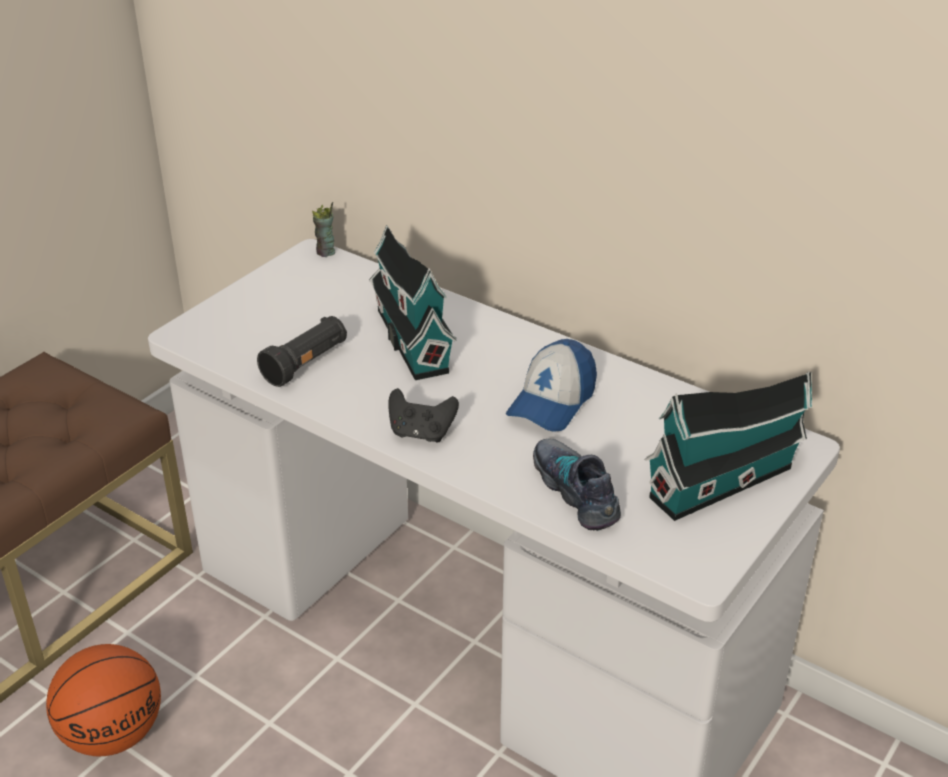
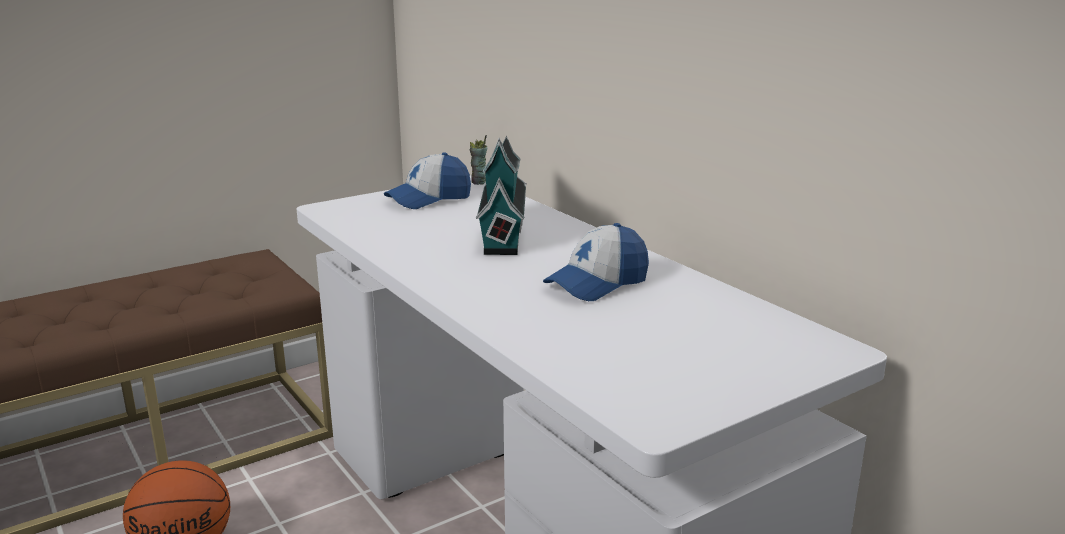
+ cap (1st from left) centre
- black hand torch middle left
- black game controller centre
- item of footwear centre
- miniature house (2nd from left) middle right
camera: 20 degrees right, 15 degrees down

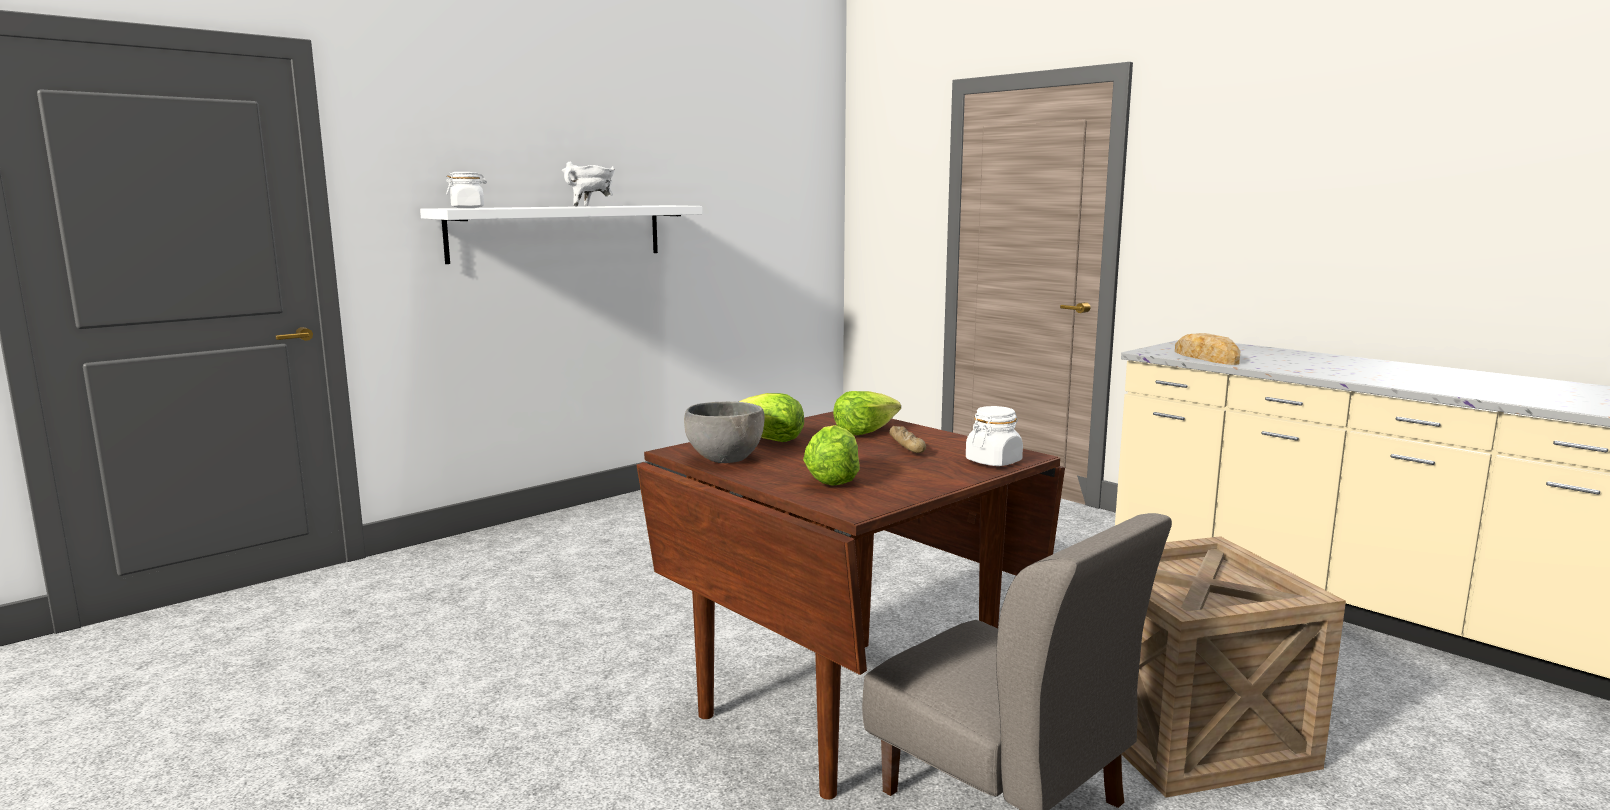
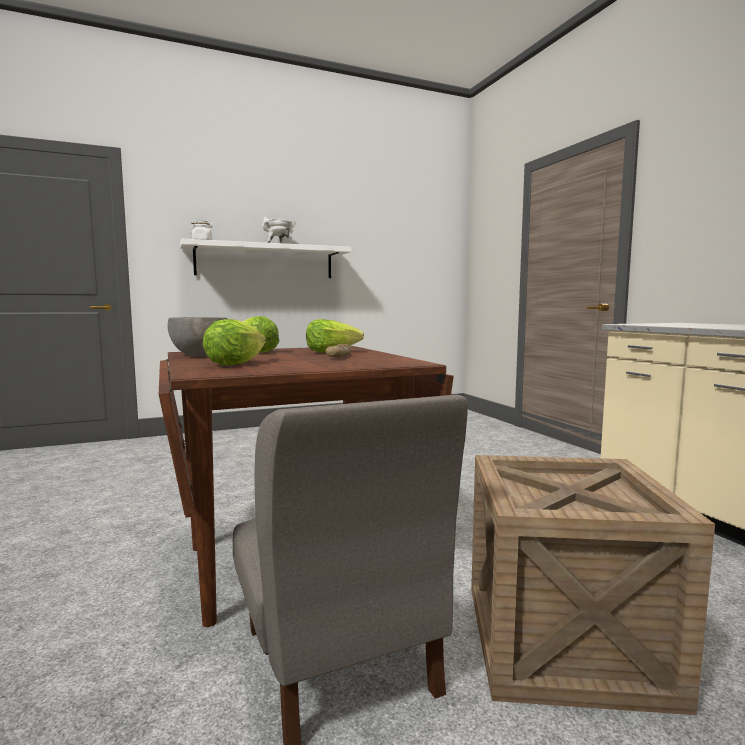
- whitish preserve jar (2nd from left) centre
- bakery bread (2nd from left) middle right
camera: 20 degrees right, 5 degrees down

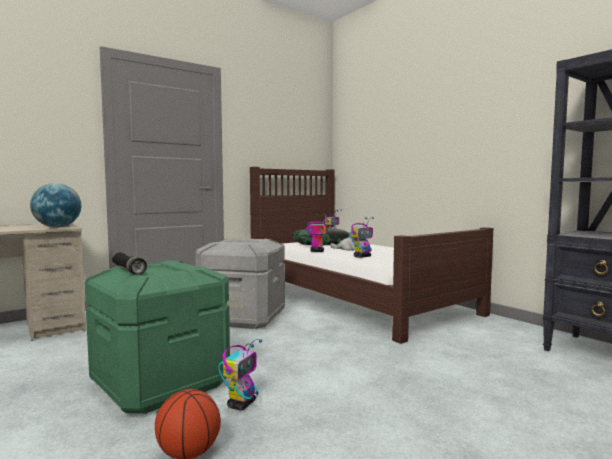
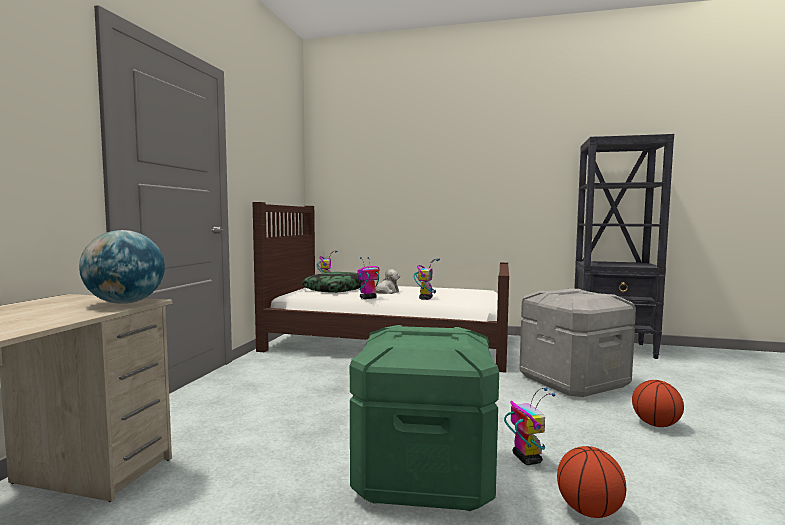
~ gray storage box centre to middle right
+ ball for basketball (2nd from left) bottom right
- black hand torch middle left
camera: 40 degrees left, 0 degrees up

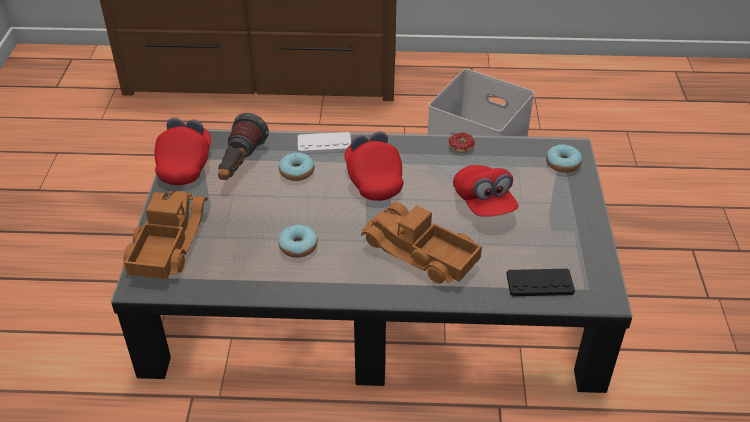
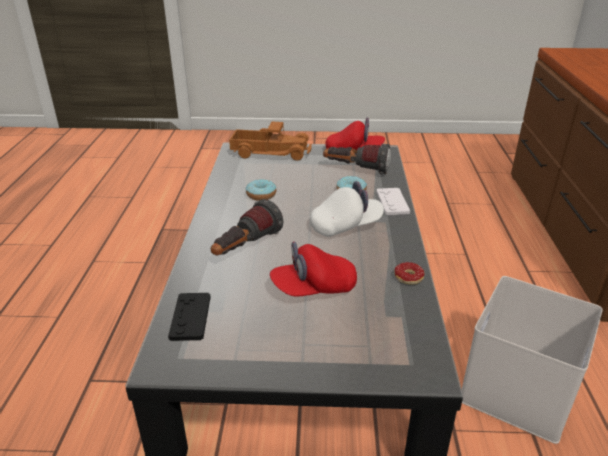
~ toy lorry (2nd from left) centre to hand torch (1st from left) centre
~ red cap (2nd from left) centre to whitish cap centre
- doughnut (4th from left) middle right
camera: 90 degrees right, 10 degrees down

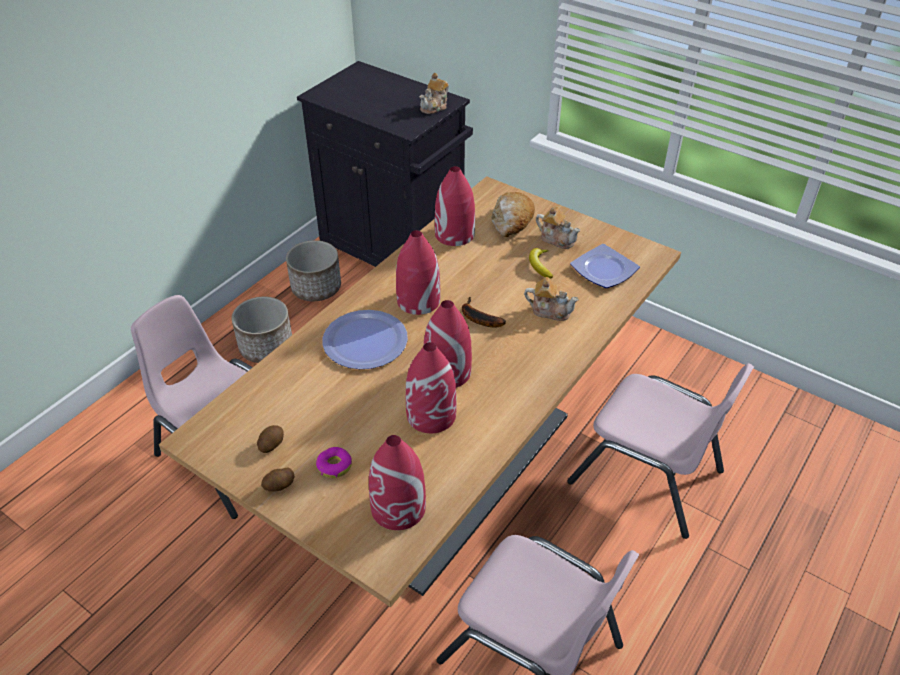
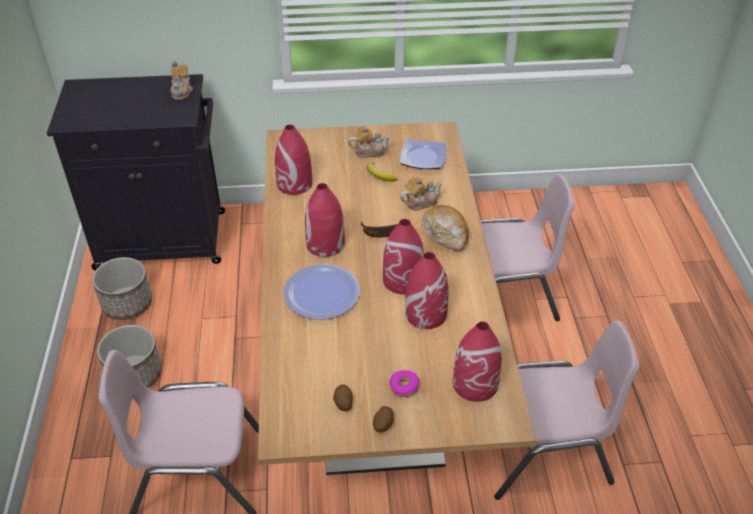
~ bakery bread top centre to centre
camera: 40 degrees left, 0 degrees up

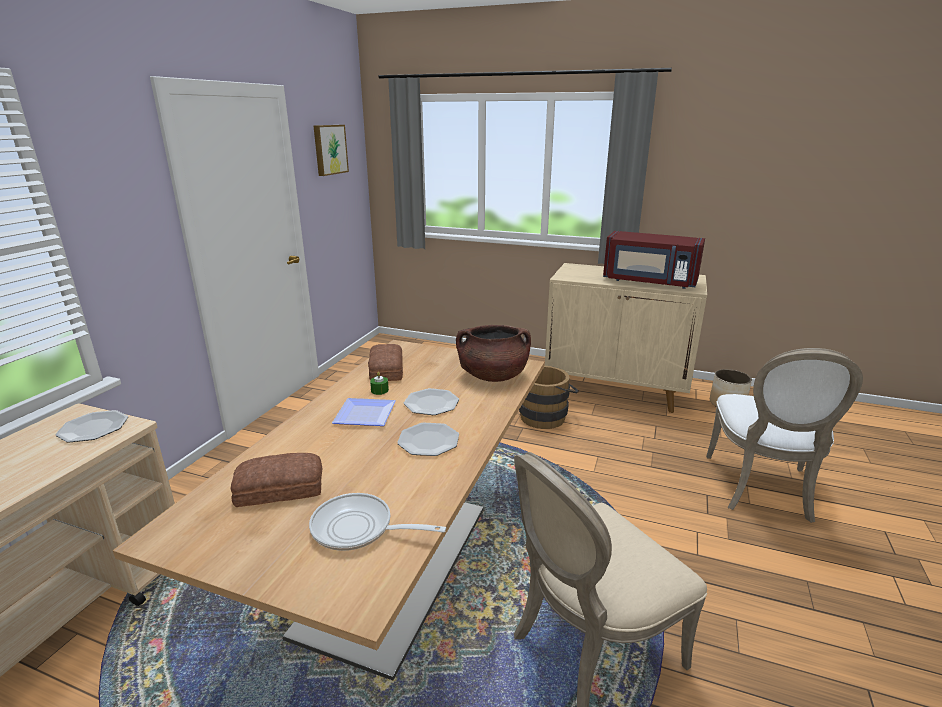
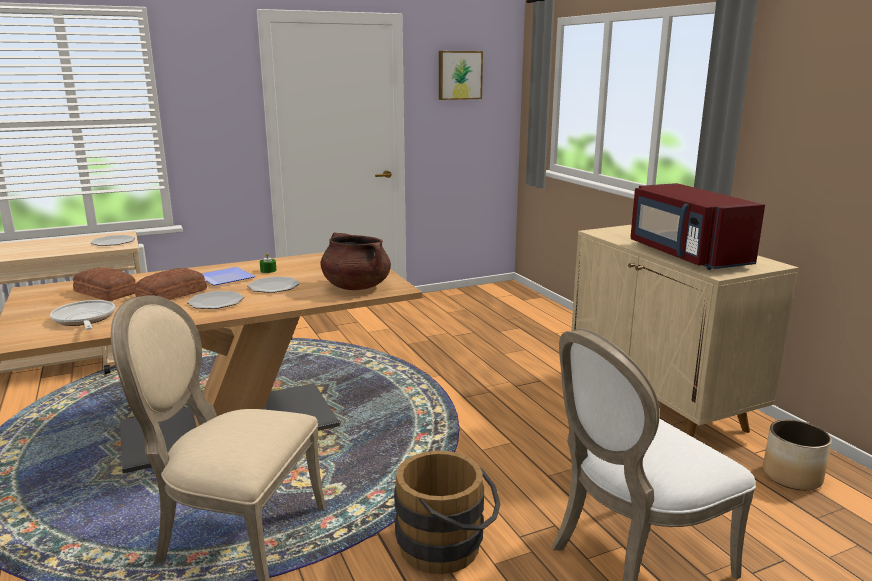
~ bakery bread (2nd from left) centre to middle left
~ brown pail centre to bottom centre
camera: 45 degrees right, 5 degrees down

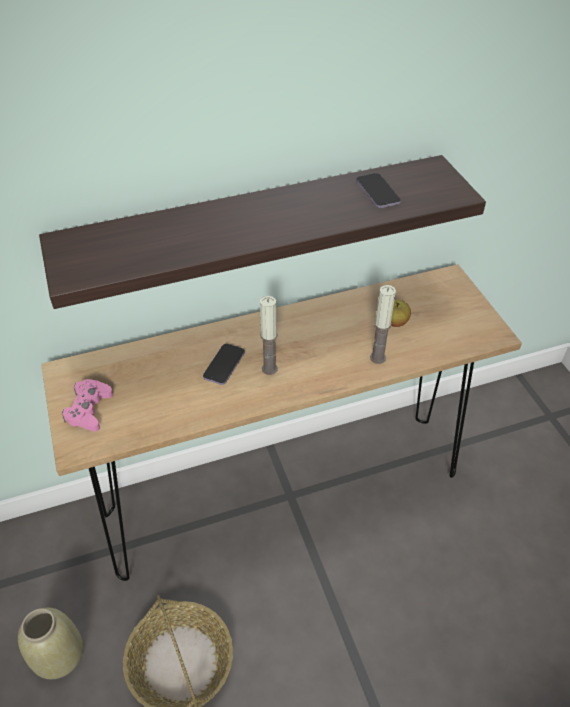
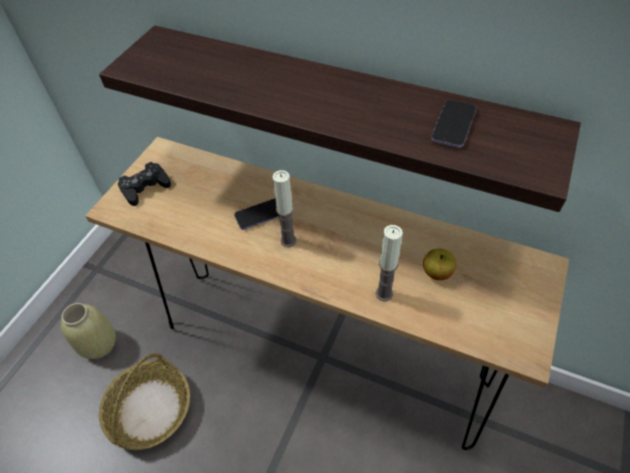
~ pinkish game controller middle left to black game controller middle left
camera: 45 degrees right, 5 degrees up

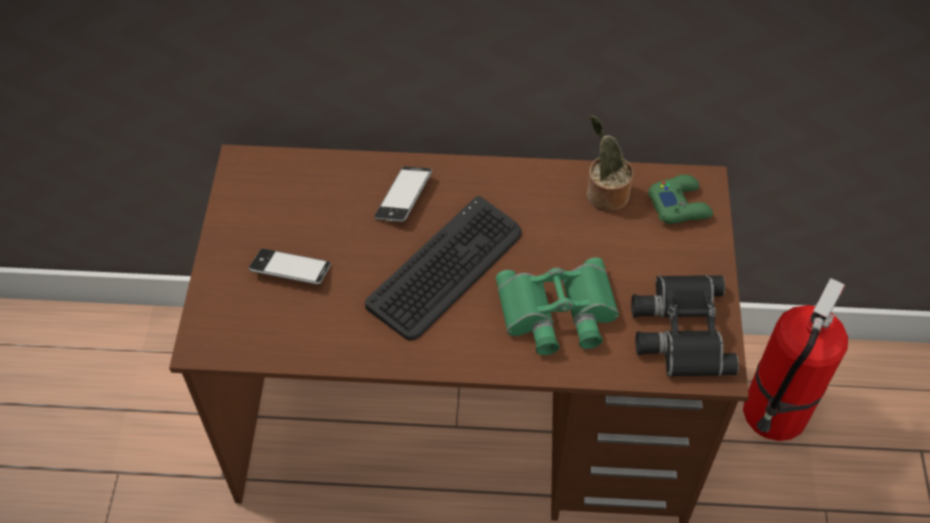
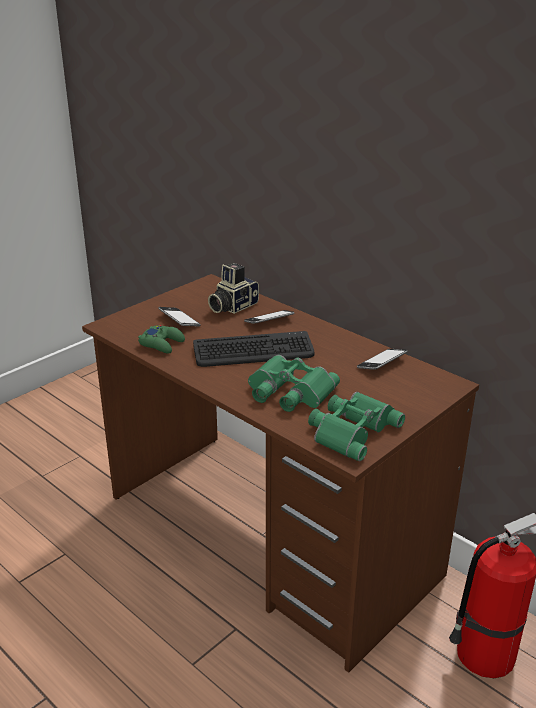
~ green-coloured game controller middle right to middle left
+ photo camera centre
~ black field glasses middle right to green-coloured field glasses (2nd from left) centre
~ potted plant top centre to telephone (3rd from left) middle right
camera: 40 degrees right, 25 degrees down

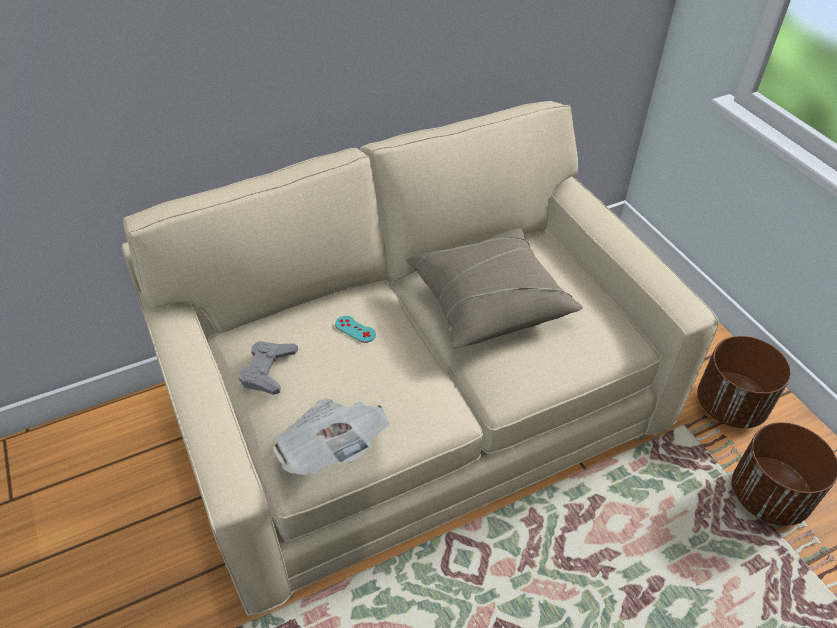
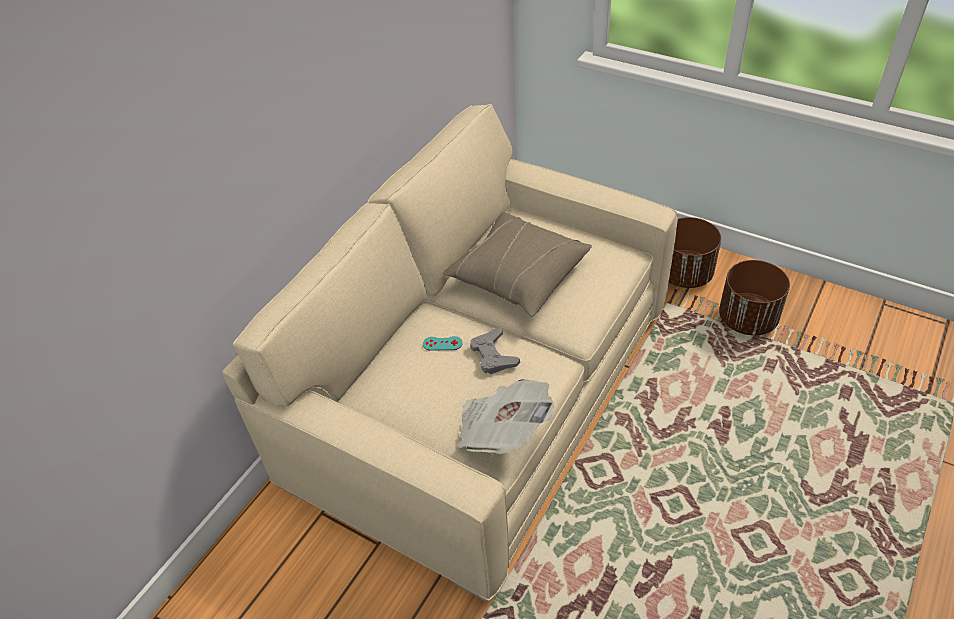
~ gray game controller middle left to centre
camera: 30 degrees left, 0 degrees up

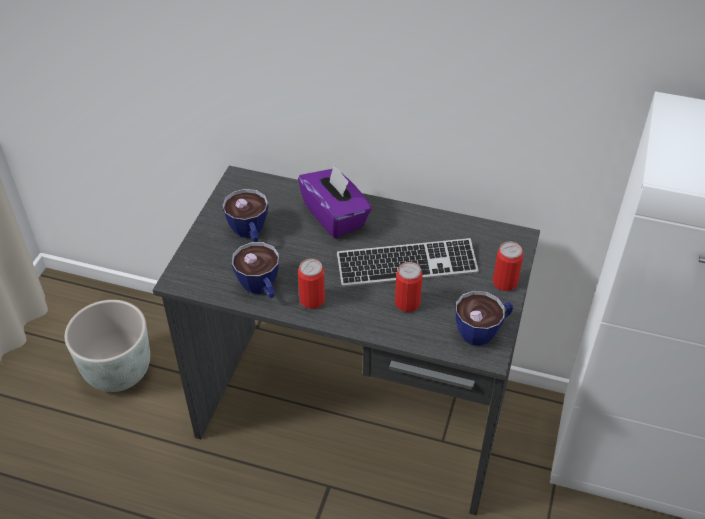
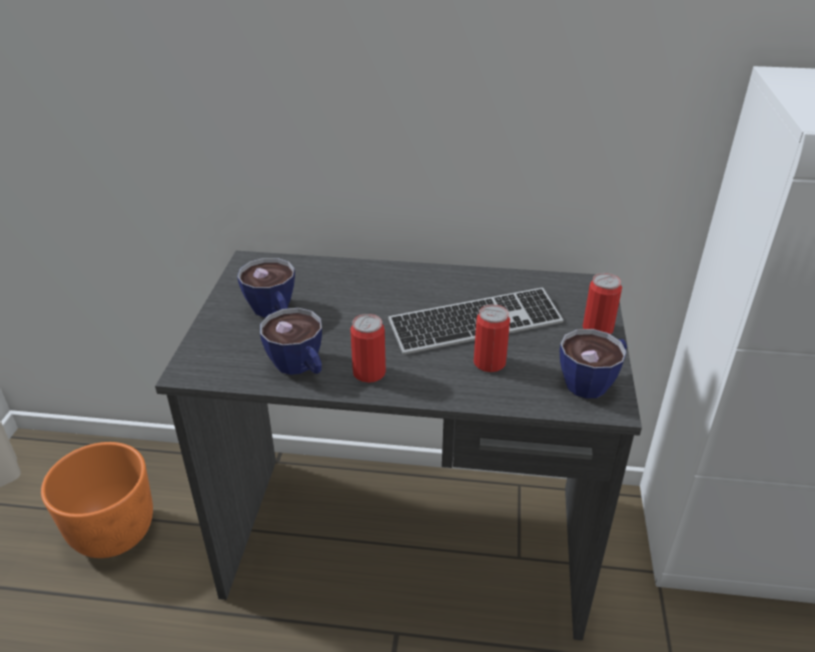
~ gray flower pot bottom left to orange-coloured flower pot bottom left
- purple tissue box centre
camera: 10 degrees left, 10 degrees down

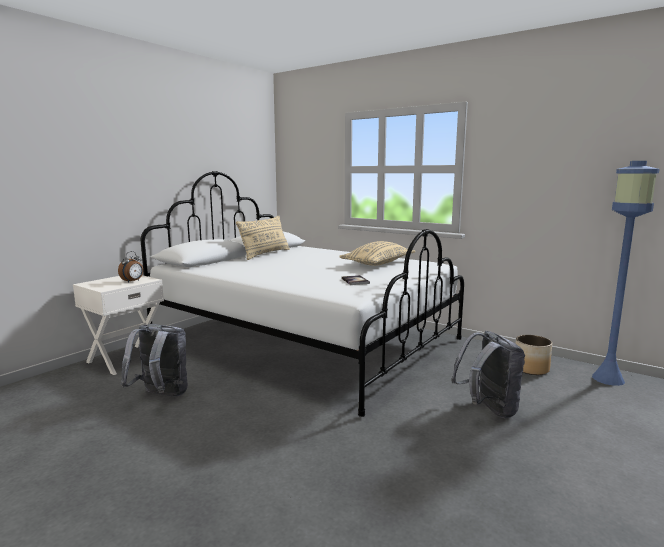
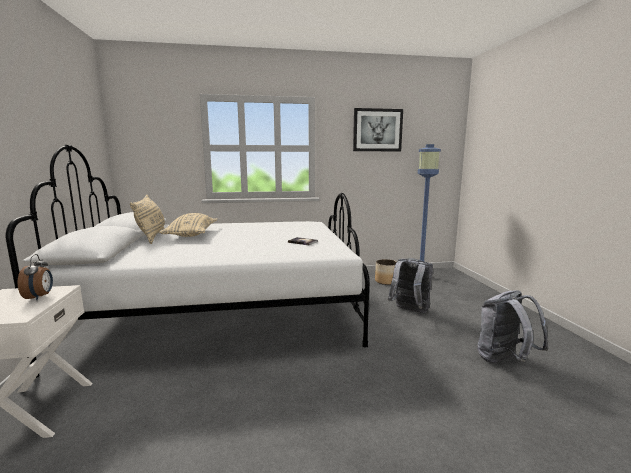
~ sand-coloured throw pillow (2nd from left) centre to middle left
+ wall picture top centre
~ gray backpack (1st from left in the first image) middle left to gray backpack (2nd from left) bottom right
camera: 45 degrees left, 0 degrees up

